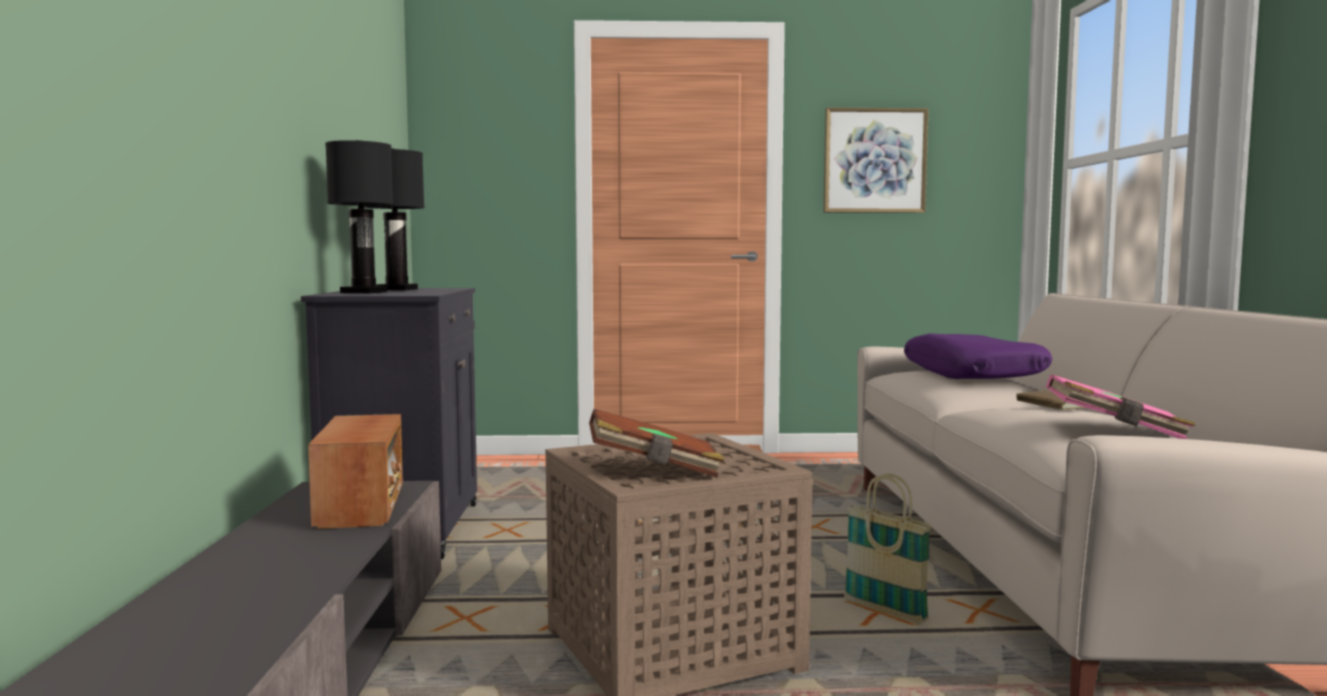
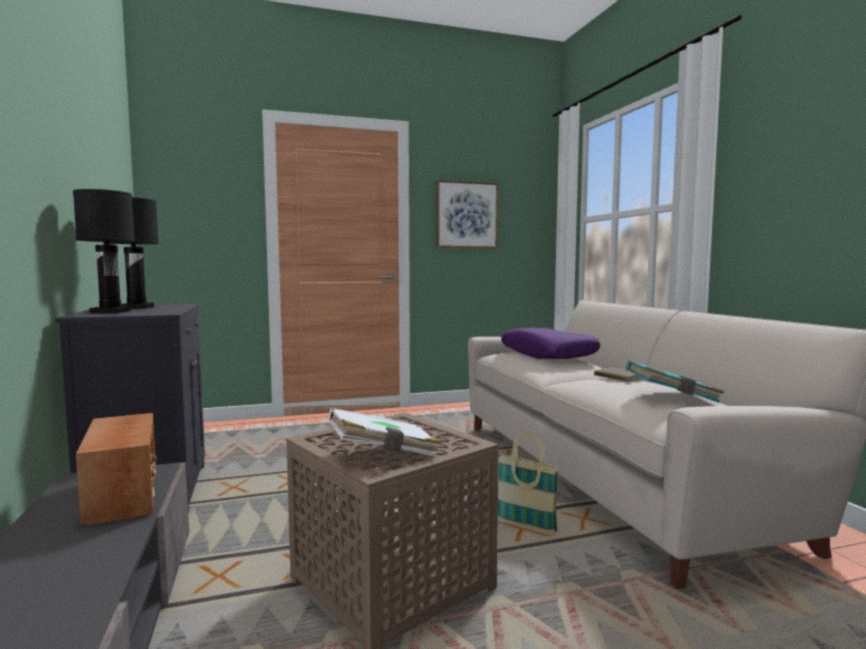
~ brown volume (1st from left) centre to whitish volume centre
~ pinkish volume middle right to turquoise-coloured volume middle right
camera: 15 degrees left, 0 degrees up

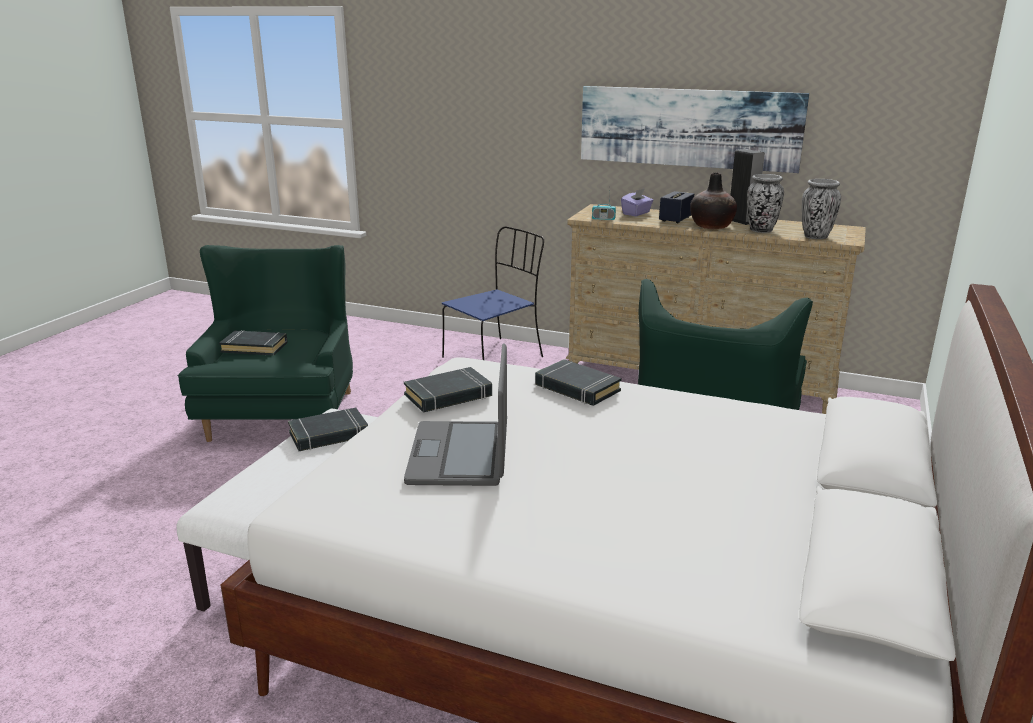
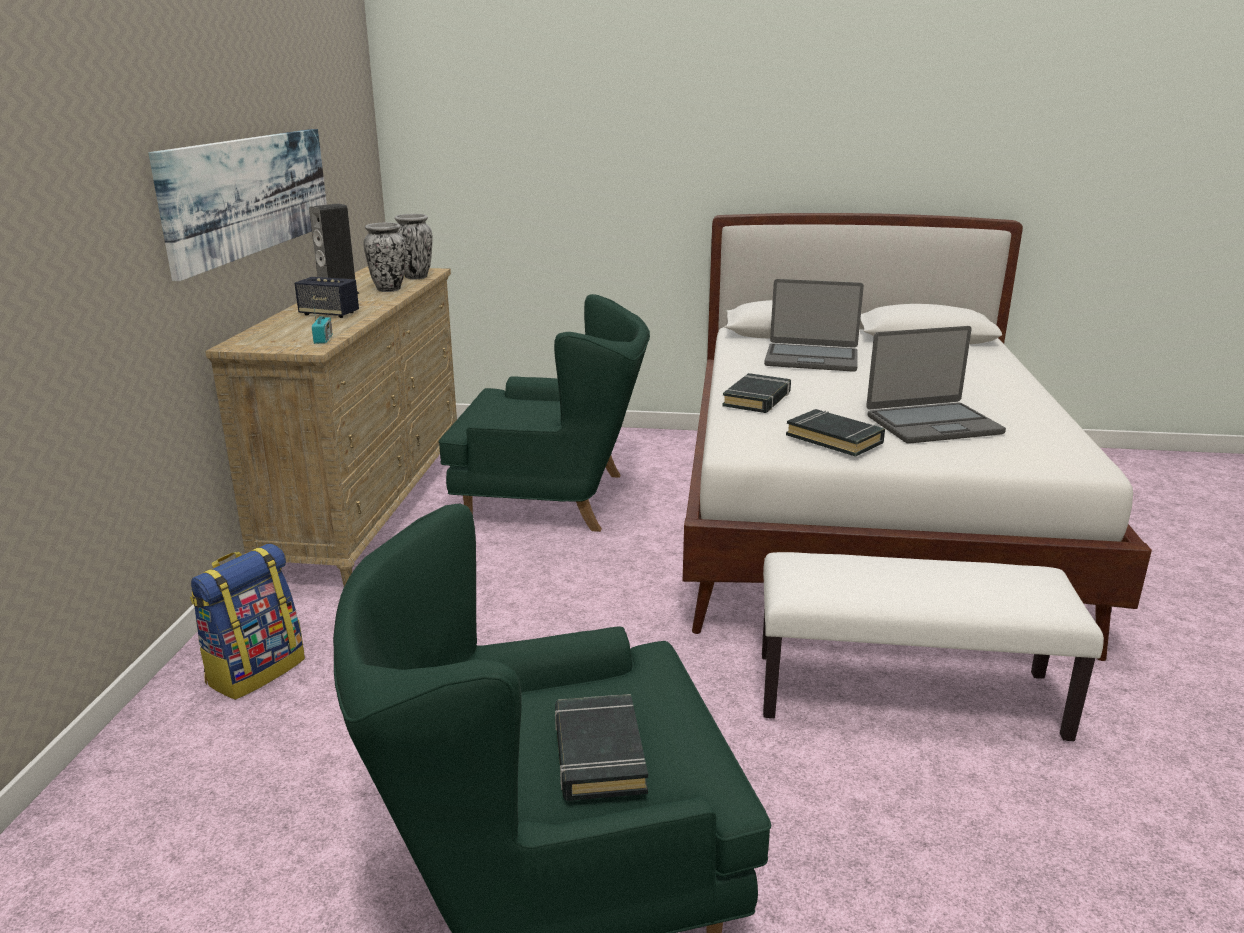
~ bluish plain chair centre to backpack bottom left
+ laptop (1st from left) centre
- black volume (2nd from left) middle left
- purple tissue box top centre
- vase (1st from left) top right
camera: 105 degrees left, 0 degrees up

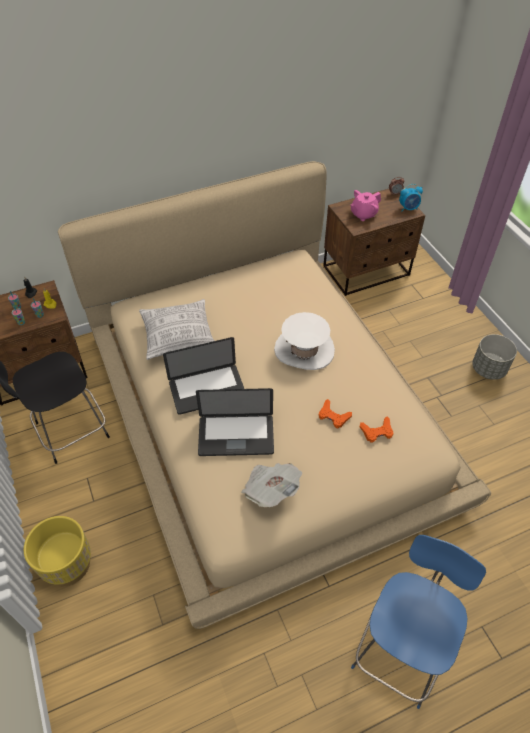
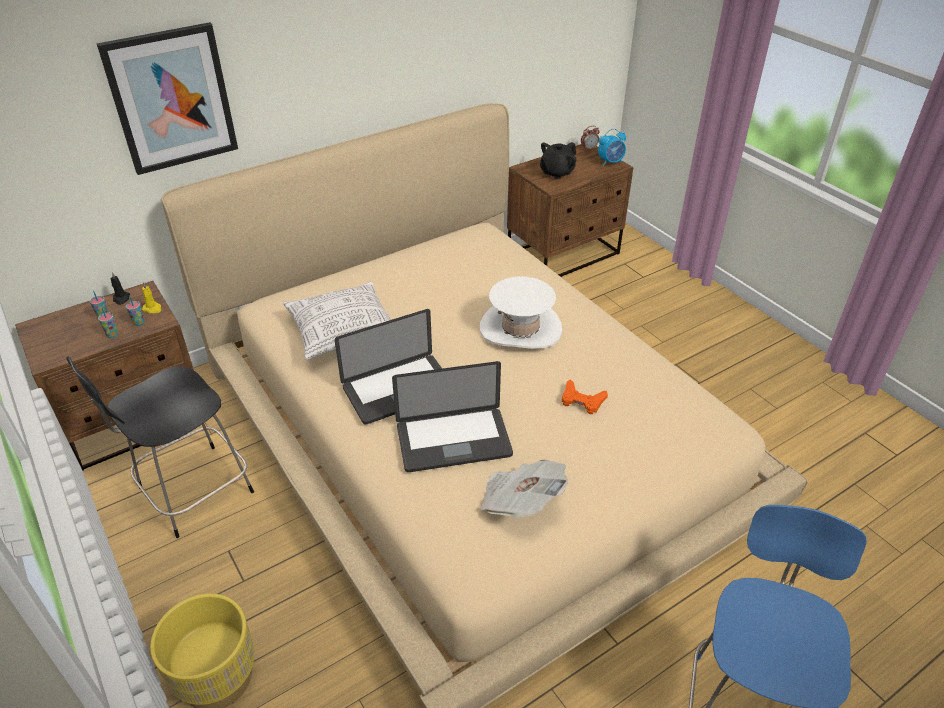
+ wall picture top left
~ pinkish teapot top right to black teapot top centre
- orange-coloured game controller (2nd from left) middle right
- gray flower pot middle right
camera: 10 degrees left, 10 degrees down

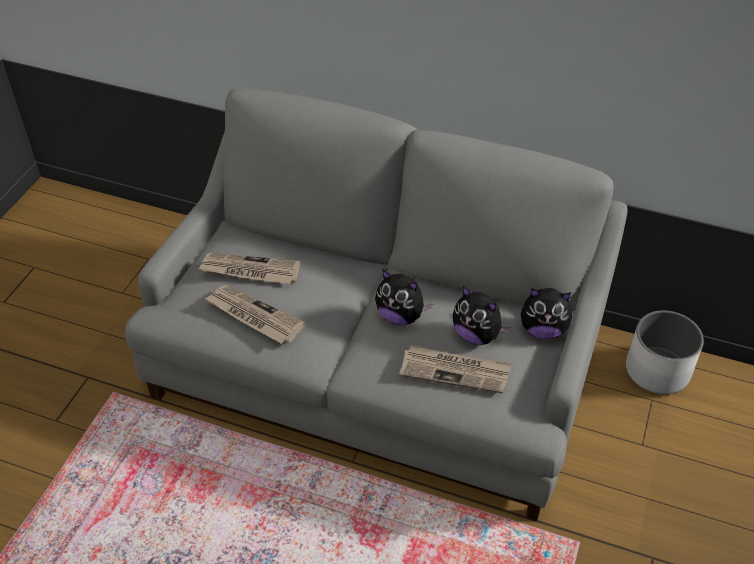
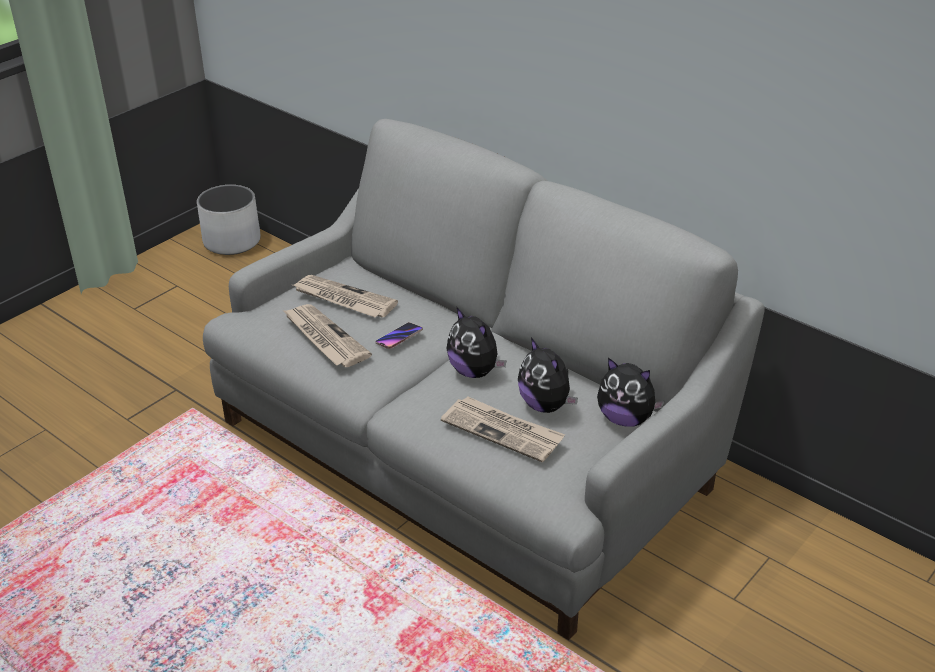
~ whitish flower pot middle right to top left
+ telephone centre
camera: 20 degrees right, 10 degrees down

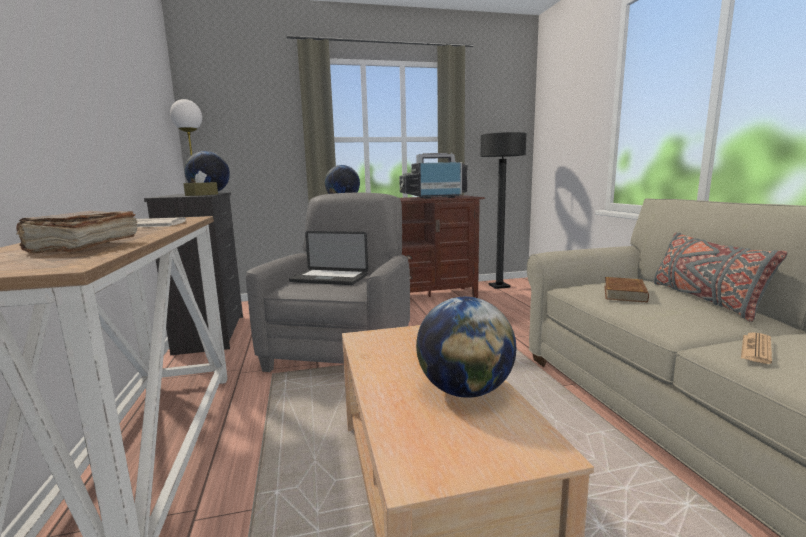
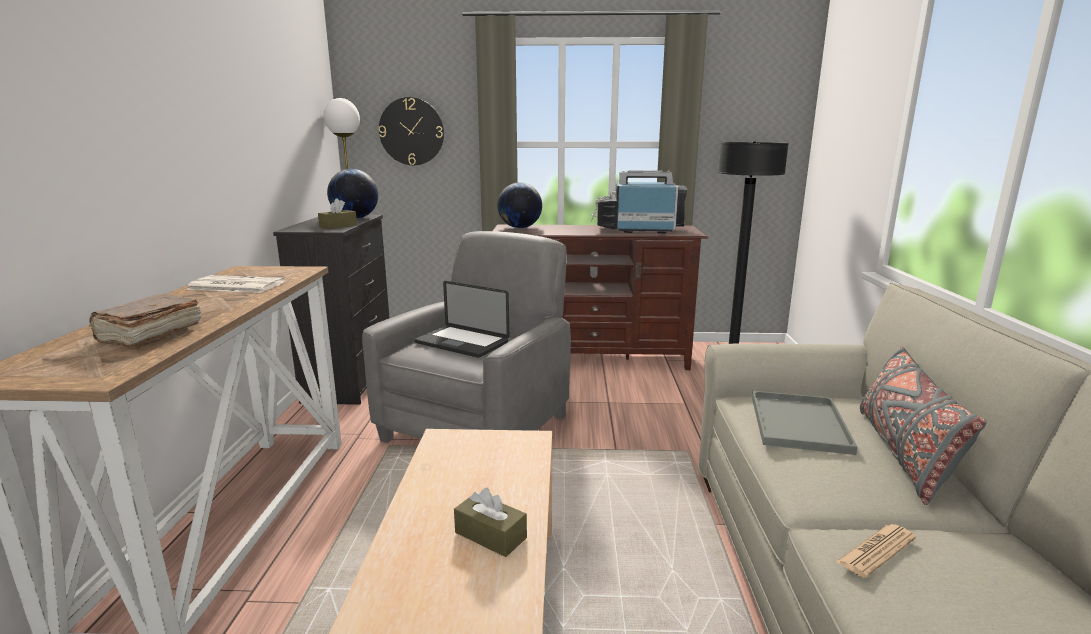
+ wall clock top centre
~ desk globe (3rd from left) centre to brown tissue box (2nd from left) bottom centre
~ brown volume (2nd from left) middle right to gray carrying tray bottom right
camera: 15 degrees right, 5 degrees up

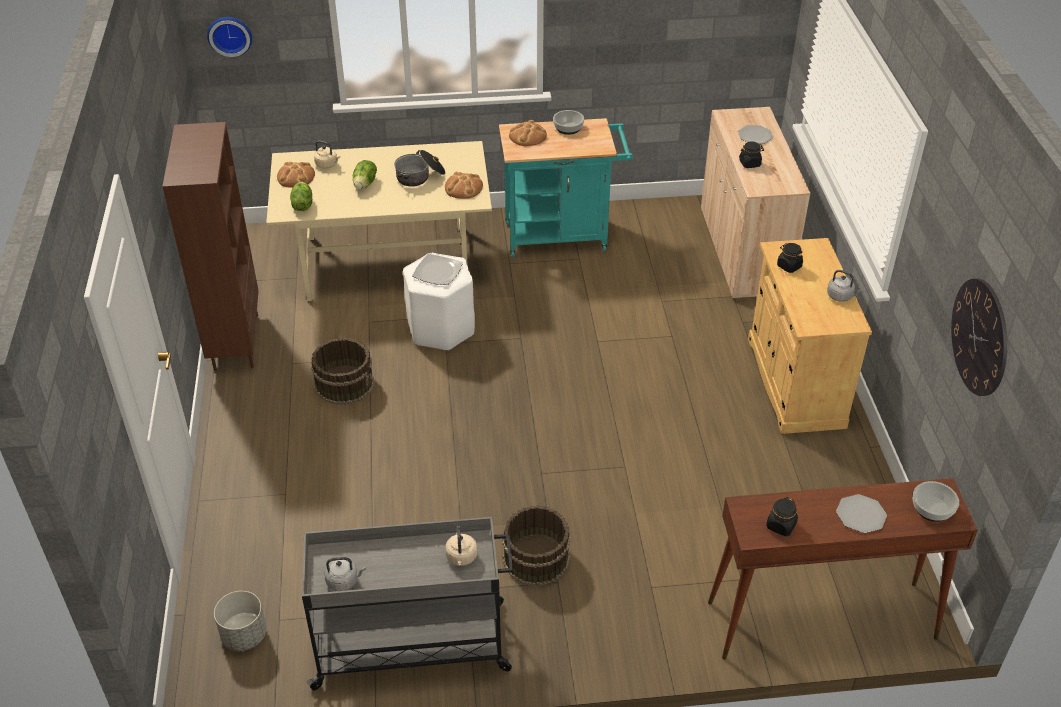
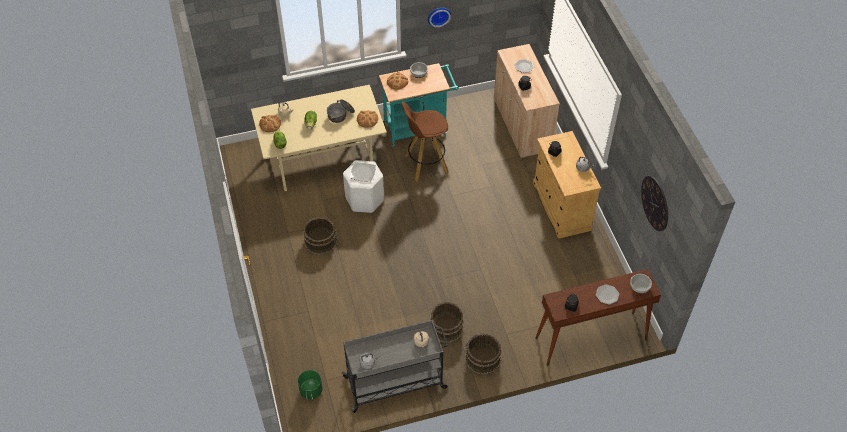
~ gray flower pot bottom left to green-coloured flower pot bottom centre
+ brown sitting stool top centre
~ wall clock (1st from left) top left to top centre
+ brown pail (3rd from left) bottom centre
- brown shelving unit middle left
camera: 10 degrees left, 10 degrees up

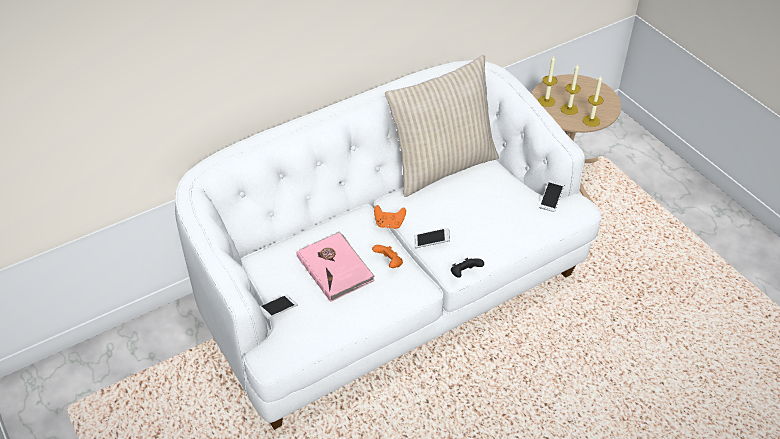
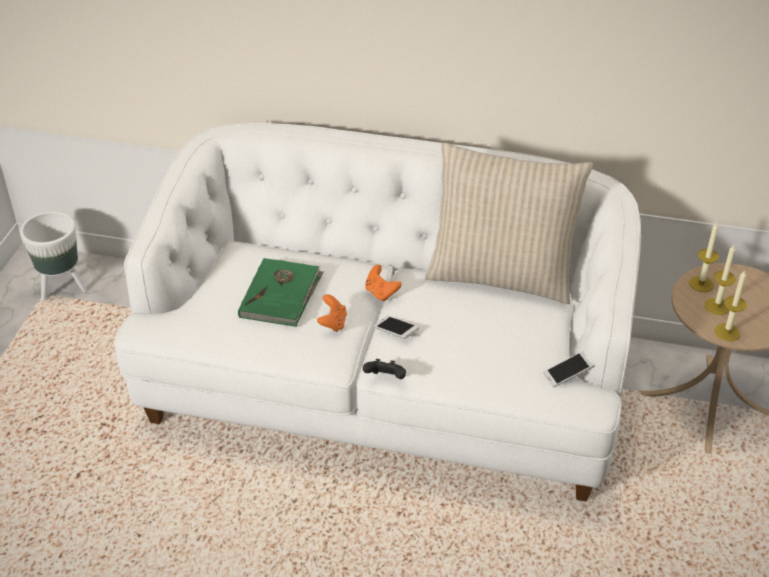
+ whitish flower pot middle left
~ pinkish volume centre to green-coloured volume centre
- telephone (1st from left) bottom centre
camera: 45 degrees right, 5 degrees down

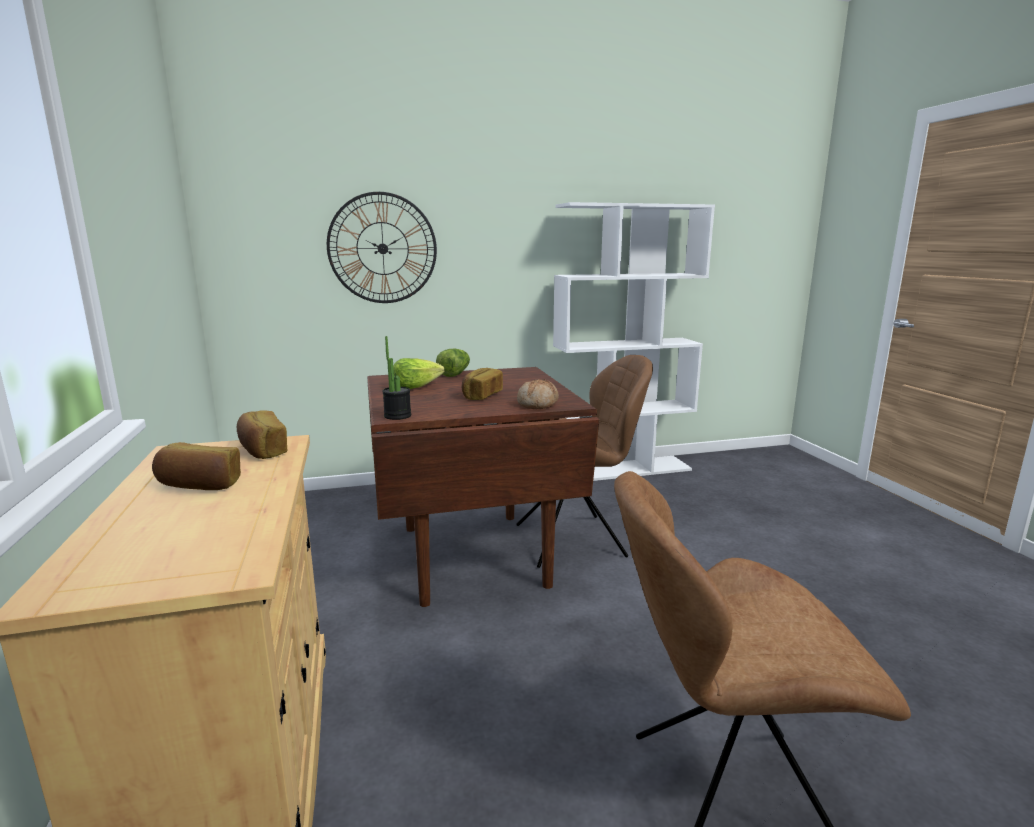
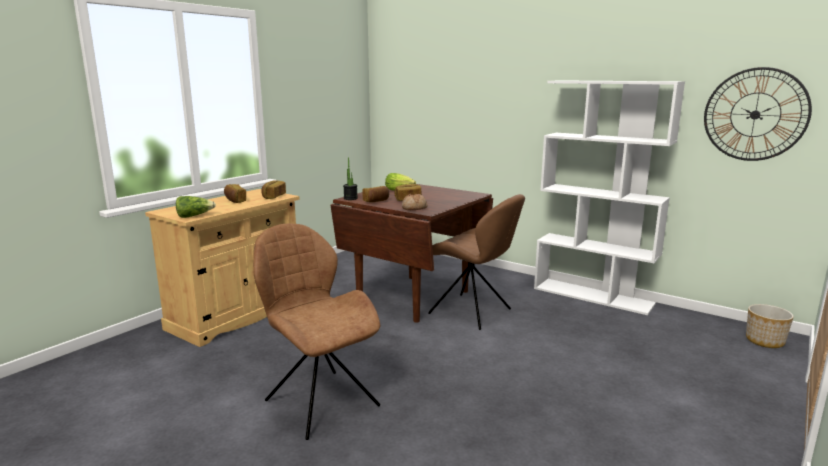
~ lettuce (2nd from left in the first image) centre to lettuce (1st from left) middle left
+ bakery bread (3rd from left) centre
~ wall clock top centre to top right
+ flower pot bottom right
camera: 50 degrees right, 0 degrees up

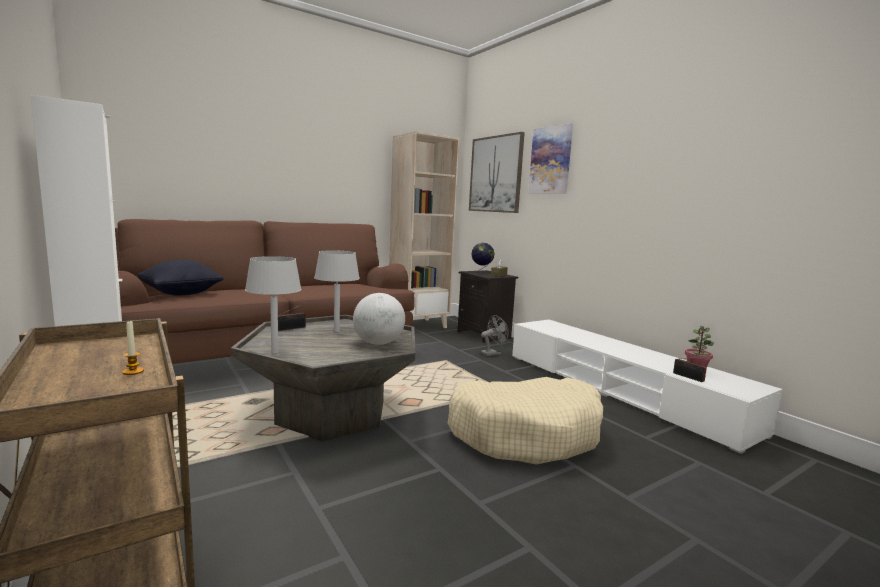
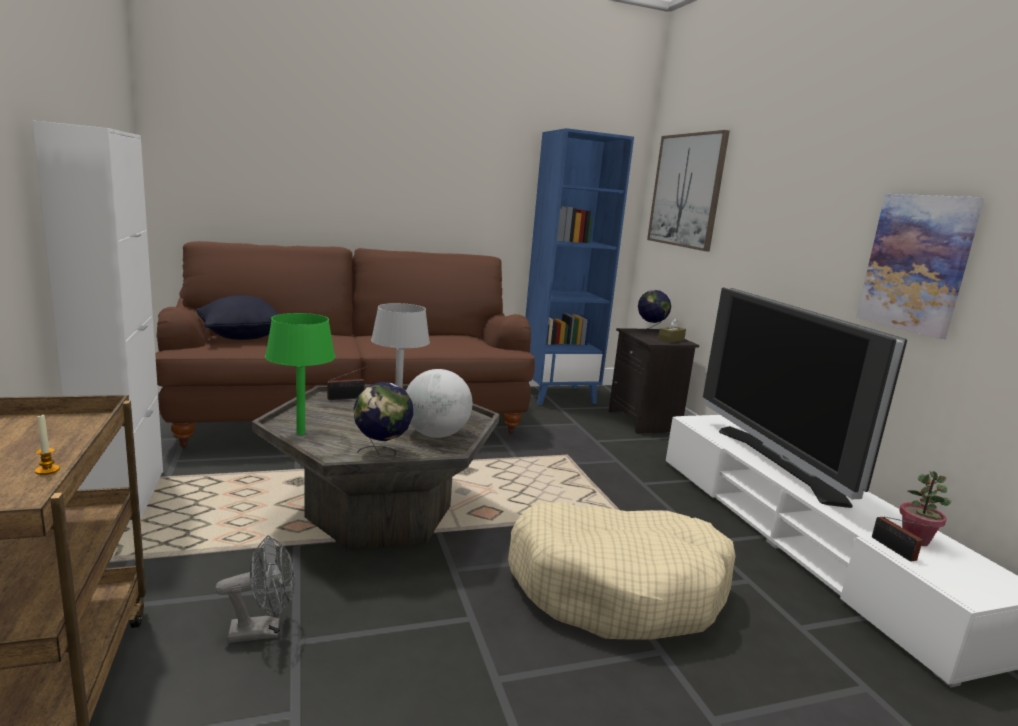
~ gray fan centre to bottom left
~ gray tabletop lamp (1st from left) middle left to green-coloured tabletop lamp middle left
+ desk globe (1st from left) centre
~ sand-coloured shelving unit centre to bluish shelving unit centre
+ TV set middle right
~ wall picture (2nd from left) top centre to middle right
camera: 15 degrees right, 5 degrees up

